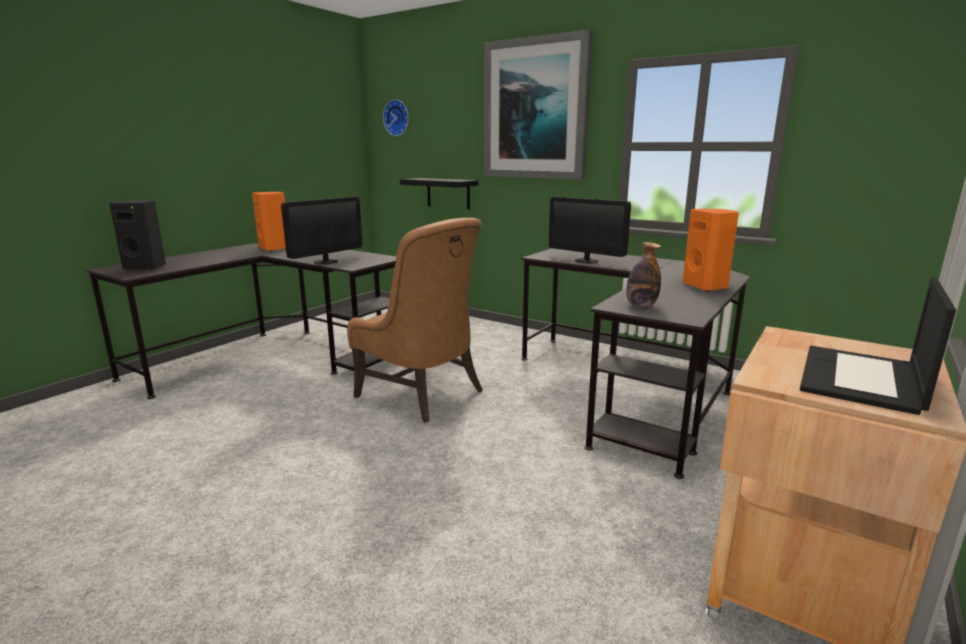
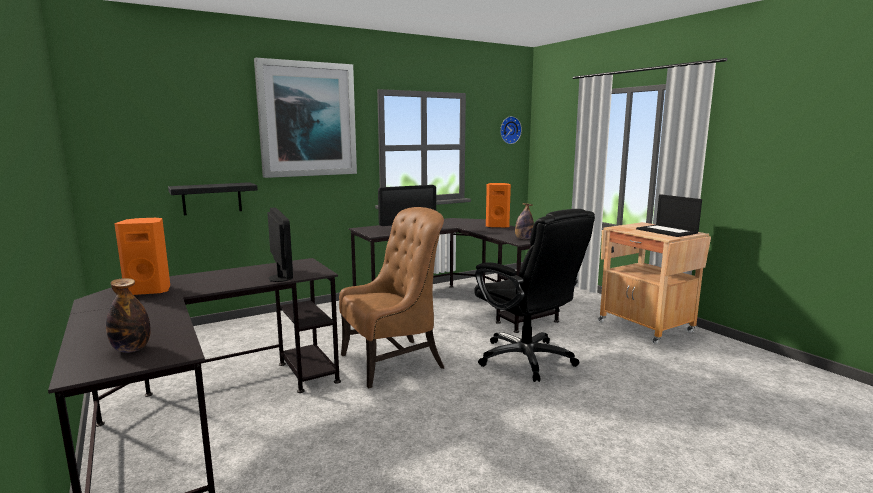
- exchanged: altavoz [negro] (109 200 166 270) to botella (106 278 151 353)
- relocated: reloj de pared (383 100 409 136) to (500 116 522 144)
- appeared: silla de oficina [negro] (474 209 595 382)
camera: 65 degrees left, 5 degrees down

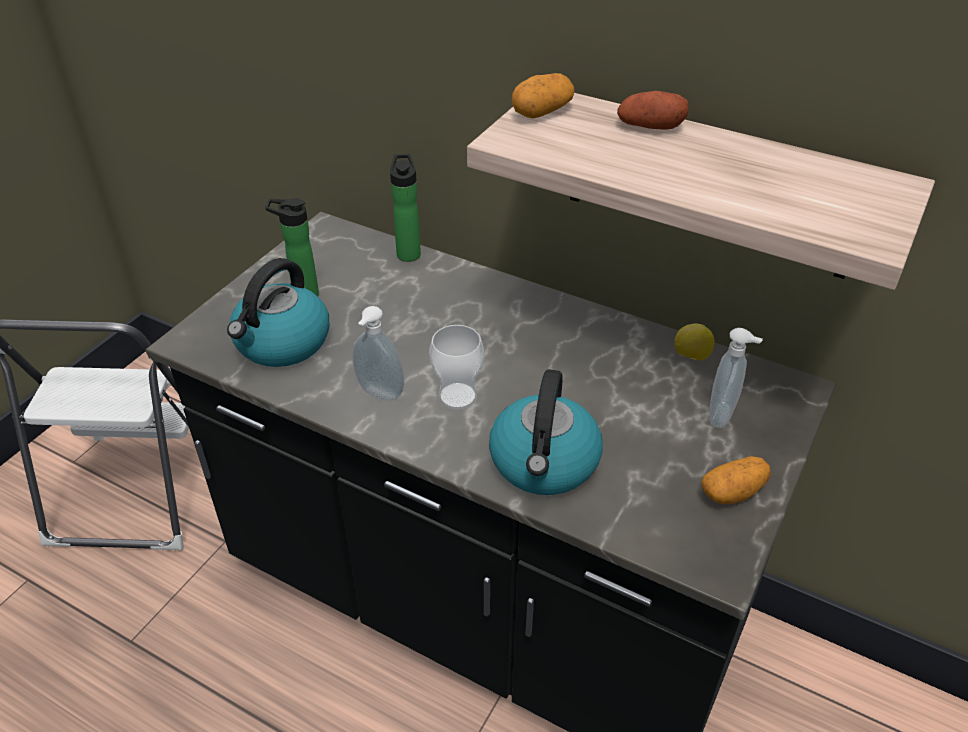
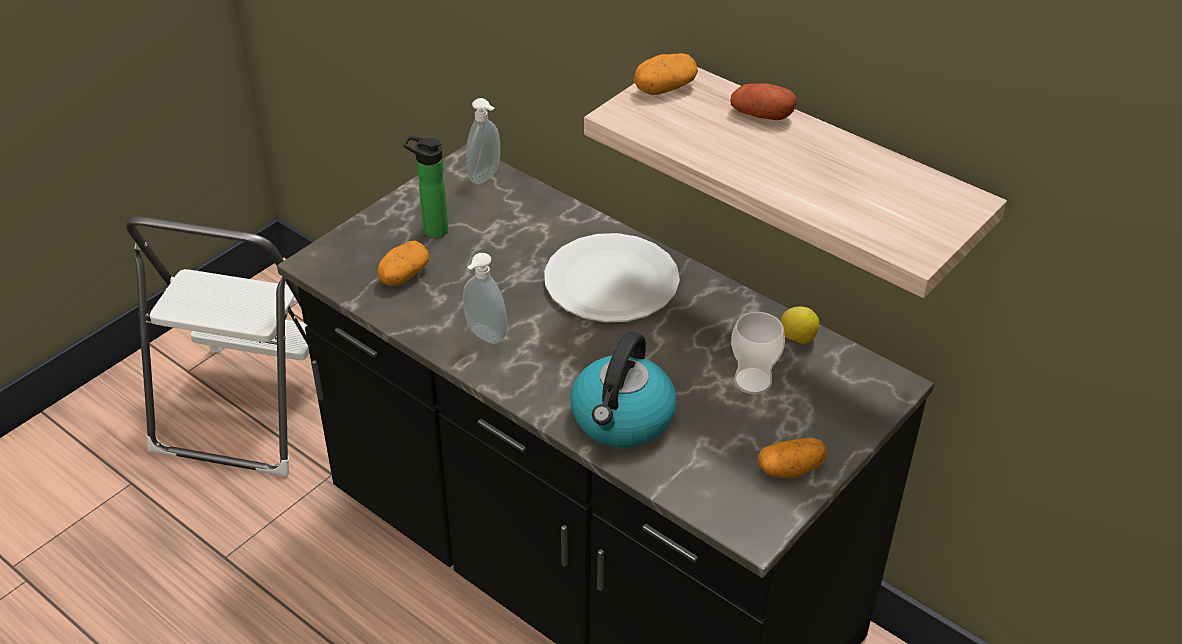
- exchanged: hervidor (227 258 329 367) to patata (377 241 429 286)
- missing: botella (390 154 421 262)
- relocated: taza (429 325 484 410) to (731 312 785 394)
- relocated: dispensador de jabón (709 328 763 428) to (466 98 500 184)
- appeared: plato [blanco] (544 233 680 322)
camera: 10 degrees right, 0 degrees up

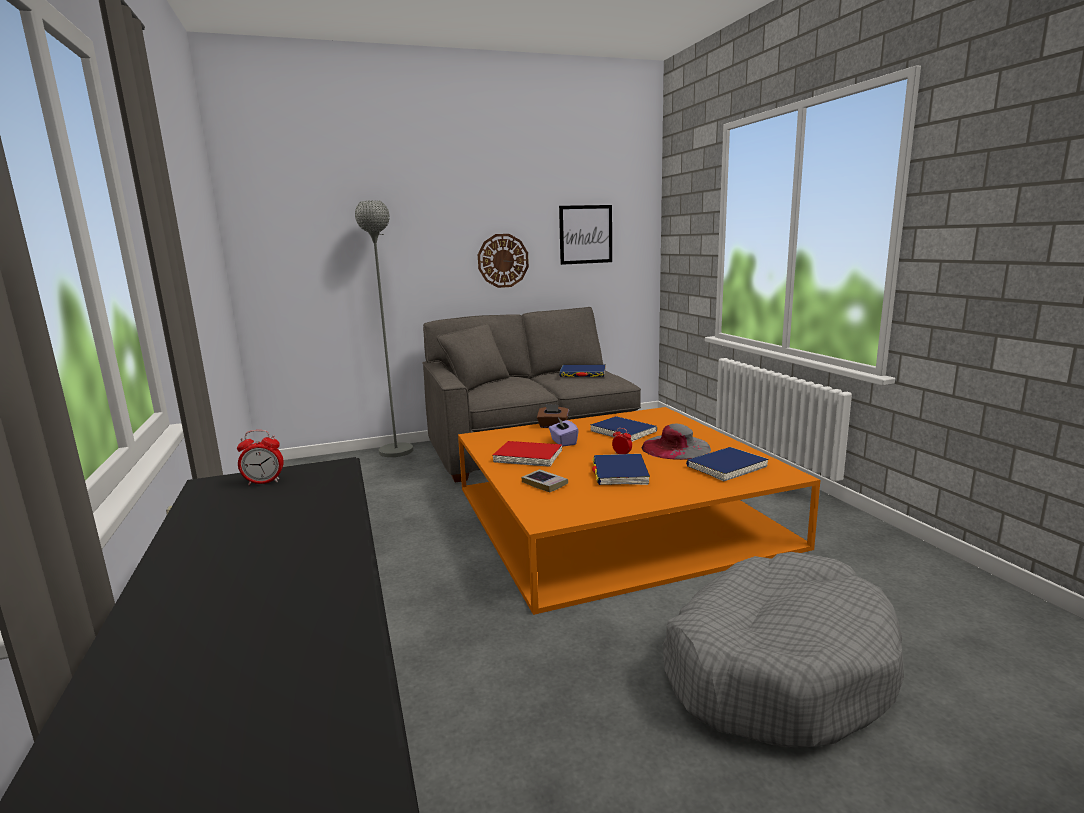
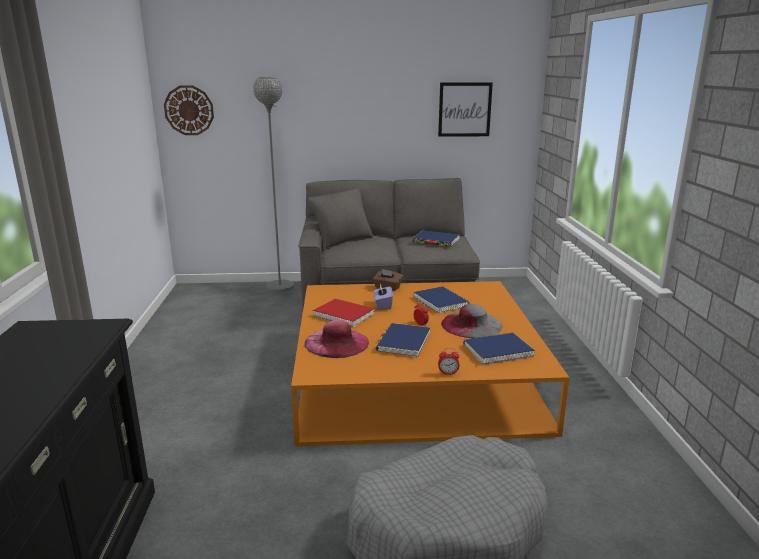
- relocated: despertador (237 430 284 485) to (438 348 459 375)
- relocated: reloj de pared (478 234 529 288) to (164 85 214 135)
- exchanged: libro (521 469 568 492) to sombrero [rosa] (304 320 369 358)
camera: 15 degrees right, 5 degrees up

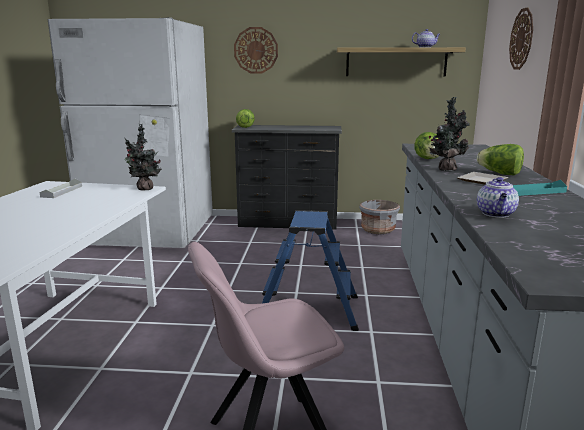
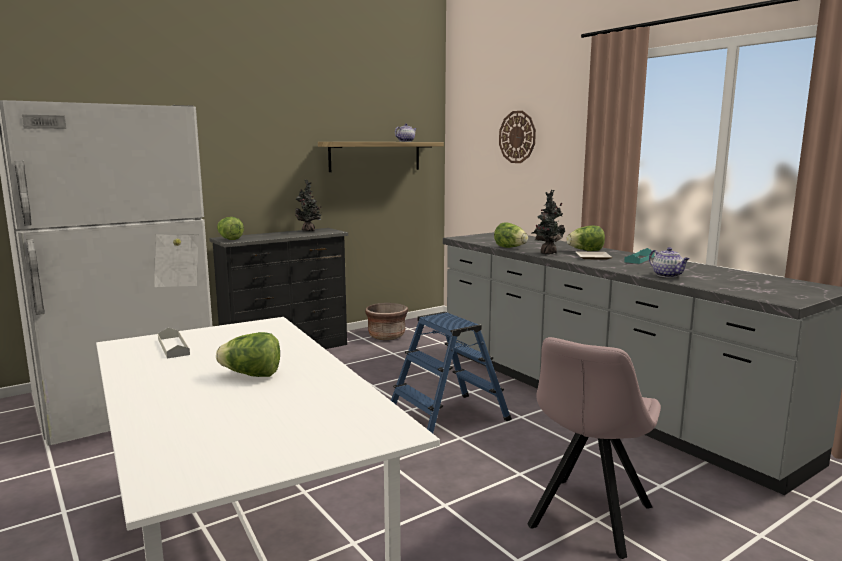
- relocated: planta en maceta (125 124 162 190) to (295 180 322 231)
- missing: reloj de pared (234 27 278 74)
- colour: maceta [gris] (359 200 400 234) to maceta [marrón] (365 303 408 340)
- appeared: lechuga (216 332 280 377)
camera: 40 degrees left, 5 degrees down

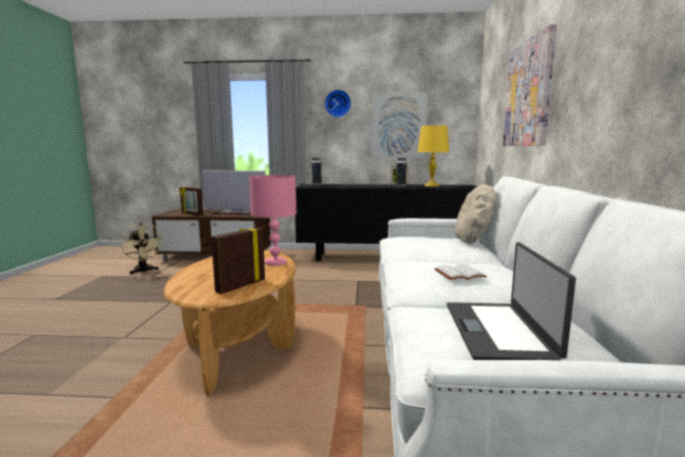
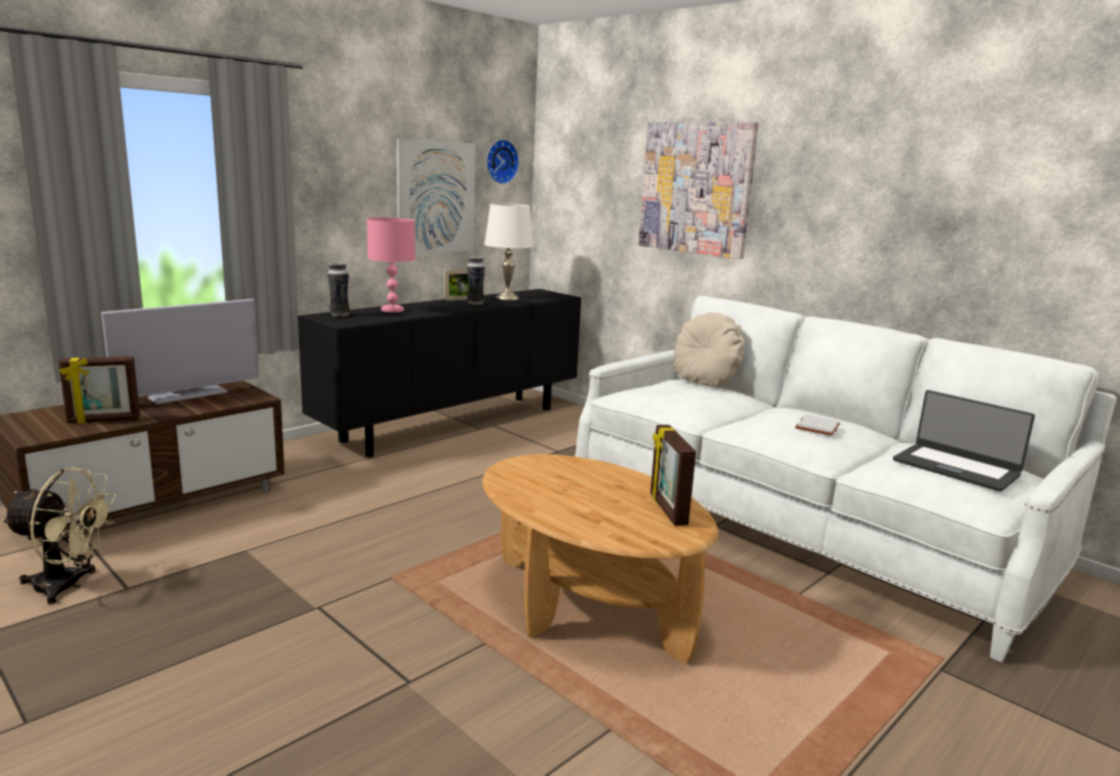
- relocated: lámpara de mesa [rosa] (249 175 297 266) to (367 218 415 312)
- relocated: reloj de pared (325 90 351 117) to (486 139 519 184)
- colour: lámpara de mesa [amarillo] (417 125 449 187) to lámpara de mesa [blanco] (484 203 533 300)
camera: 50 degrees left, 5 degrees up

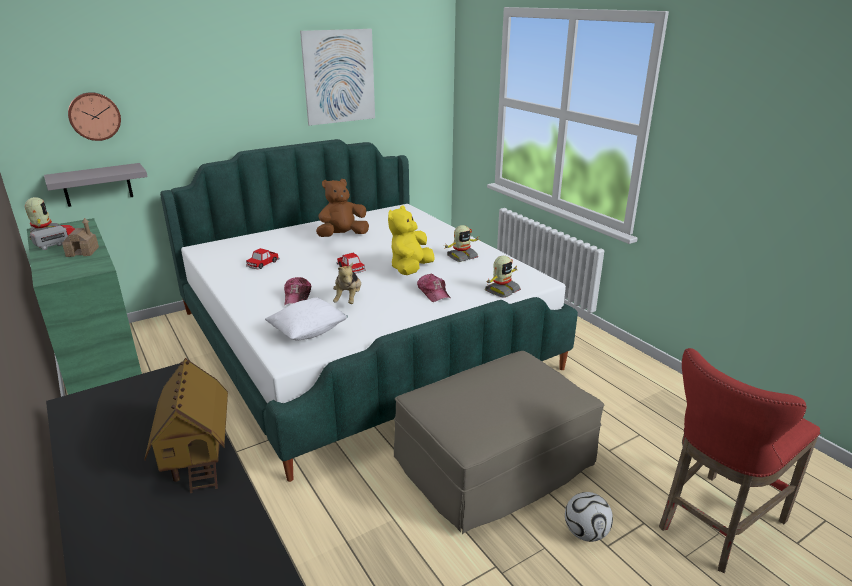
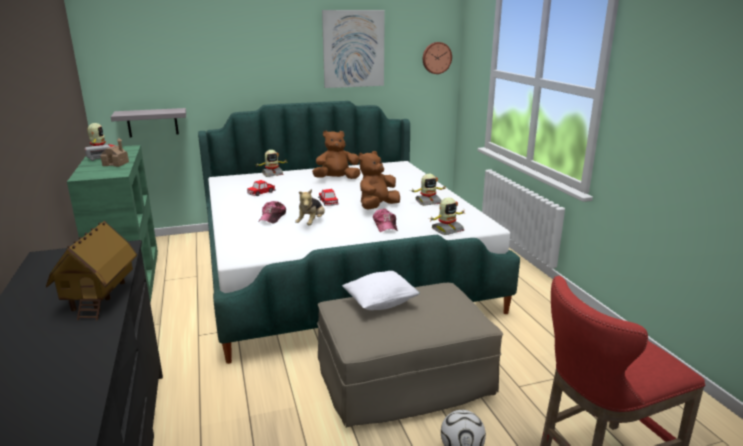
- relocated: reloj de pared (68 92 121 141) to (423 42 452 74)
- relocated: cojín [blanco] (265 297 348 340) to (342 271 420 310)
- colour: peluche [amarillo] (388 206 435 275) to peluche [marrón] (359 151 400 210)
- appeared: robot de juguete (256 150 287 177)
camera: 15 degrees right, 5 degrees down

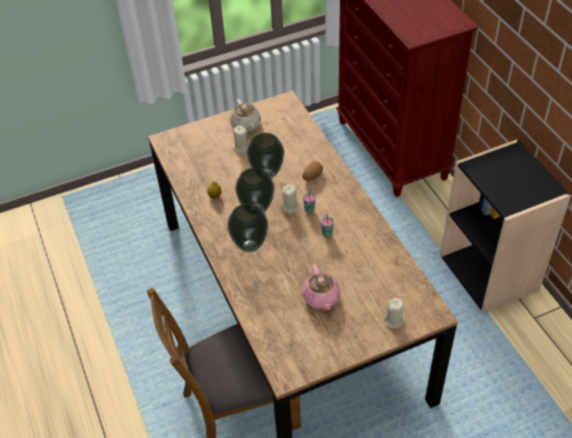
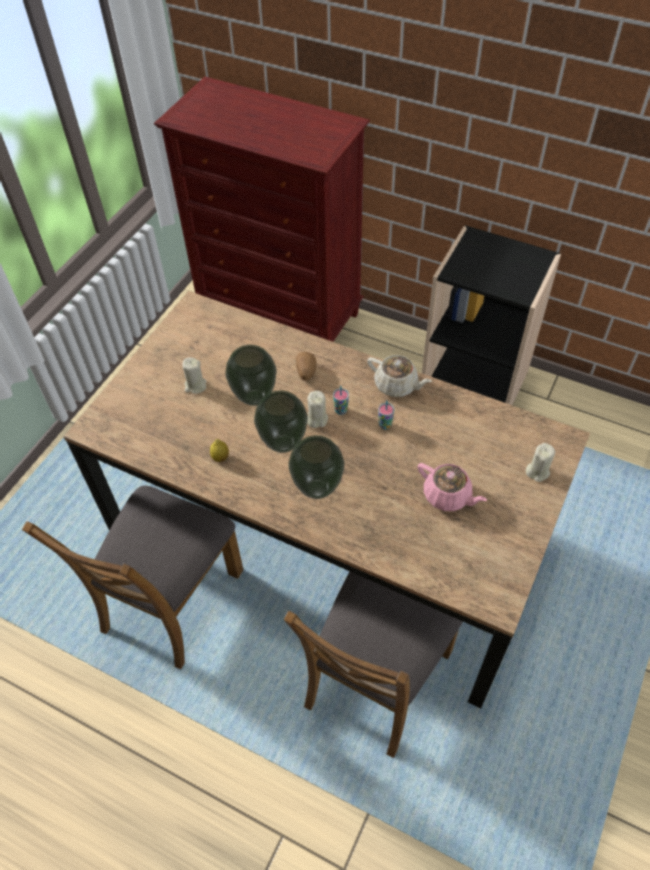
- relocated: tetera [beis] (230 99 261 132) to (367 355 432 397)
- appeared: silla [marrón] (22 486 243 669)
camera: 40 degrees left, 5 degrees up

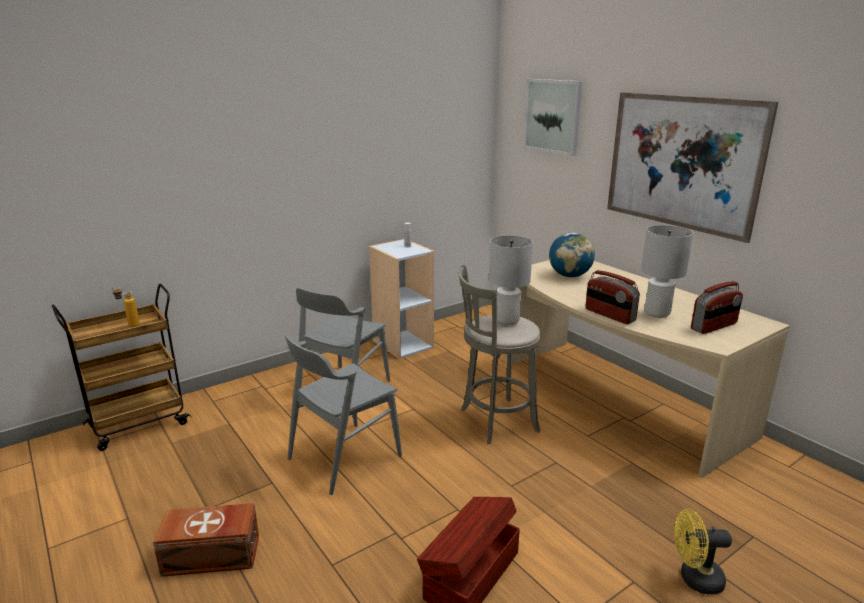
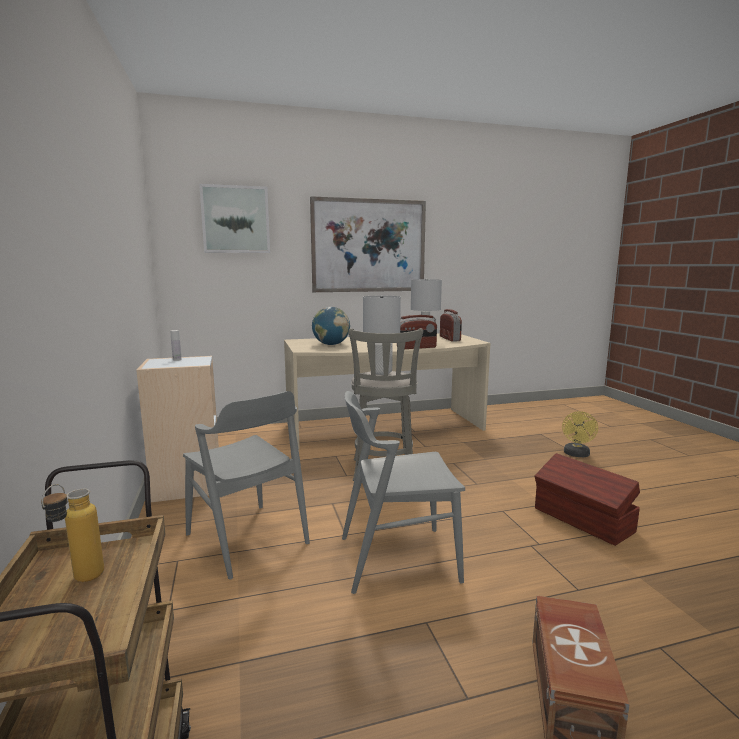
- spun: silla [gris] (285 336 402 495) = (342 391 465 594) 105 degrees clockwise
camera: 70 degrees left, 10 degrees down

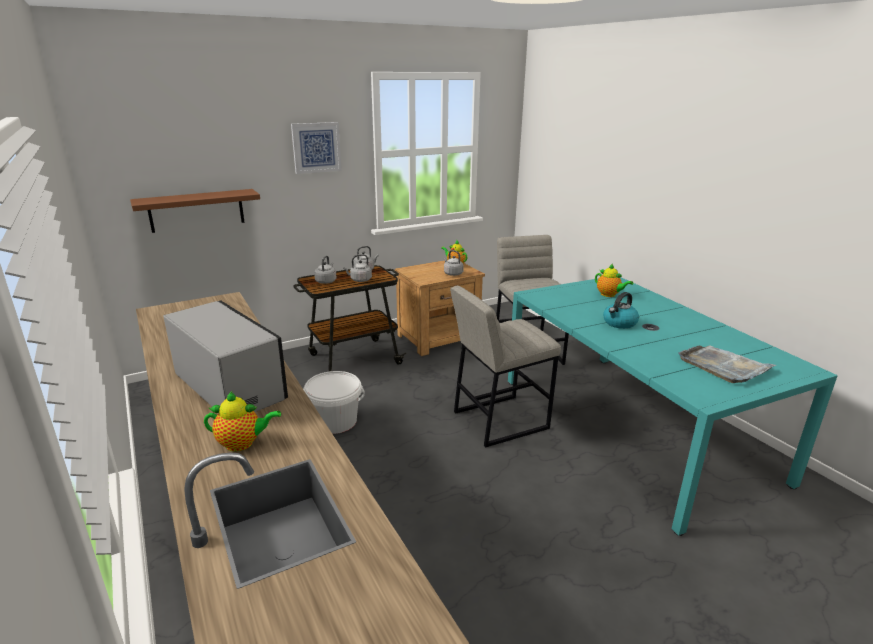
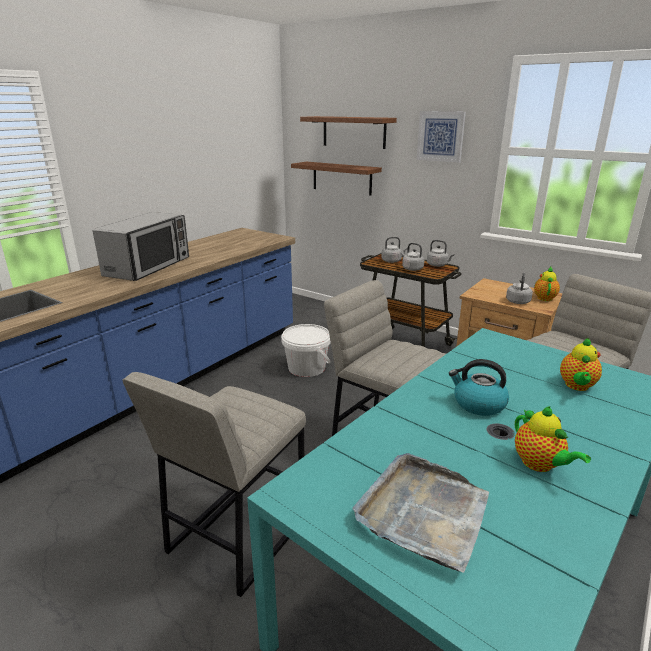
- relocated: tetera (204 392 281 452) to (515 406 591 472)
- appeared: silla [gris] (122 372 306 597)
- appeared: estante [marrón] (300 116 397 149)
camera: 65 degrees right, 0 degrees up

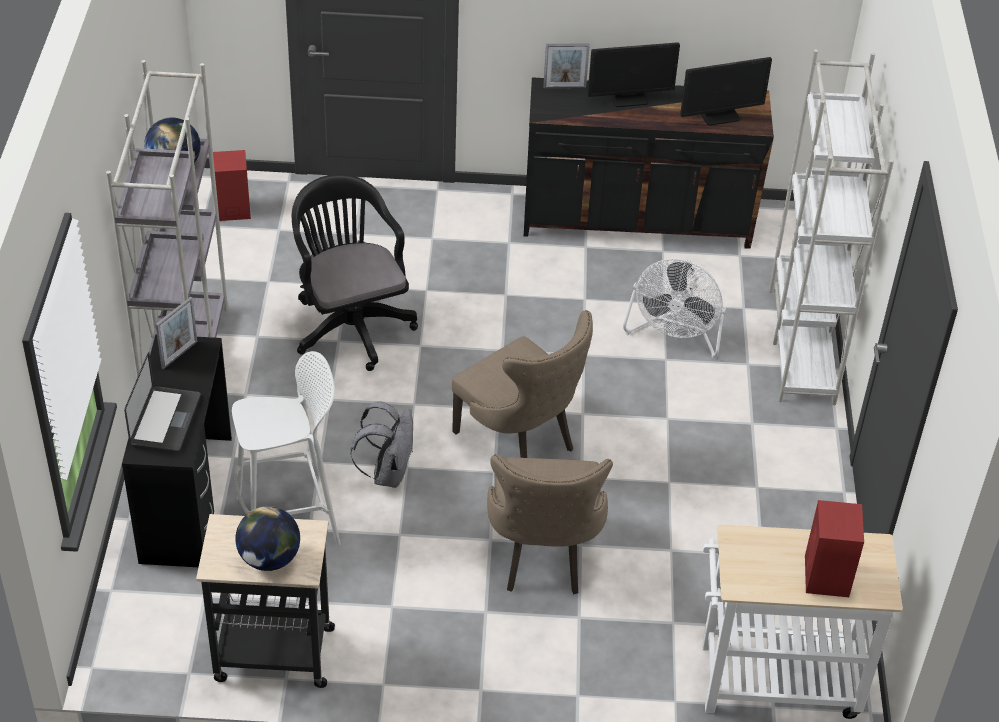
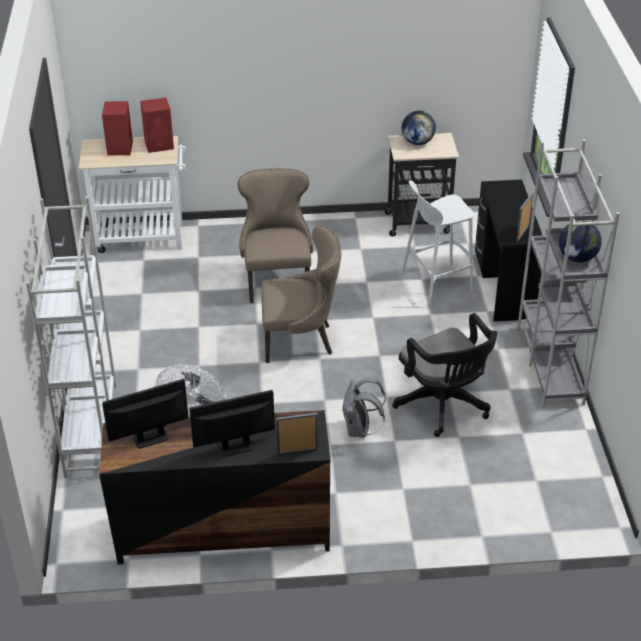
- missing: portátil (124 352 201 453)
- relocated: altavoz [rojo] (213 150 251 221) to (140 97 174 153)
- relocated: mochila [gris] (351 401 413 488) to (342 378 386 438)
- spun: silla [beis] (452 310 593 458) = (261 225 341 363) 135 degrees clockwise
camera: 175 degrees right, 5 degrees down

